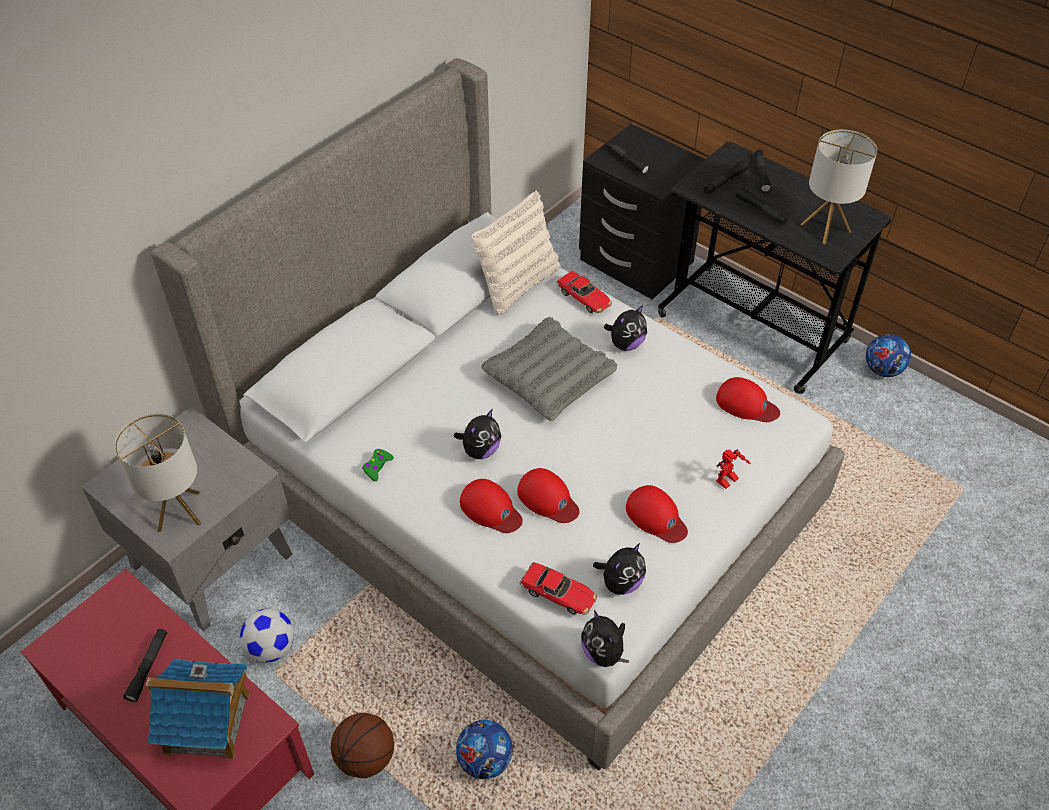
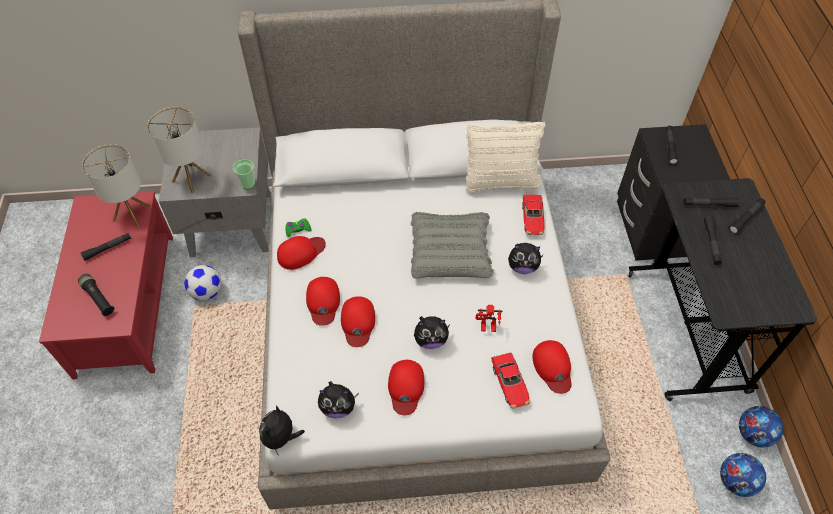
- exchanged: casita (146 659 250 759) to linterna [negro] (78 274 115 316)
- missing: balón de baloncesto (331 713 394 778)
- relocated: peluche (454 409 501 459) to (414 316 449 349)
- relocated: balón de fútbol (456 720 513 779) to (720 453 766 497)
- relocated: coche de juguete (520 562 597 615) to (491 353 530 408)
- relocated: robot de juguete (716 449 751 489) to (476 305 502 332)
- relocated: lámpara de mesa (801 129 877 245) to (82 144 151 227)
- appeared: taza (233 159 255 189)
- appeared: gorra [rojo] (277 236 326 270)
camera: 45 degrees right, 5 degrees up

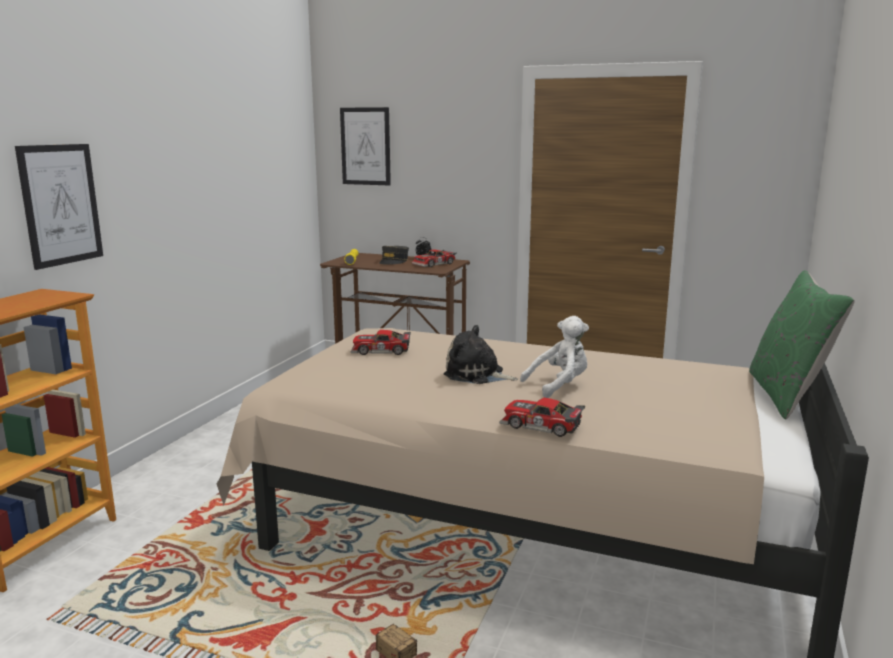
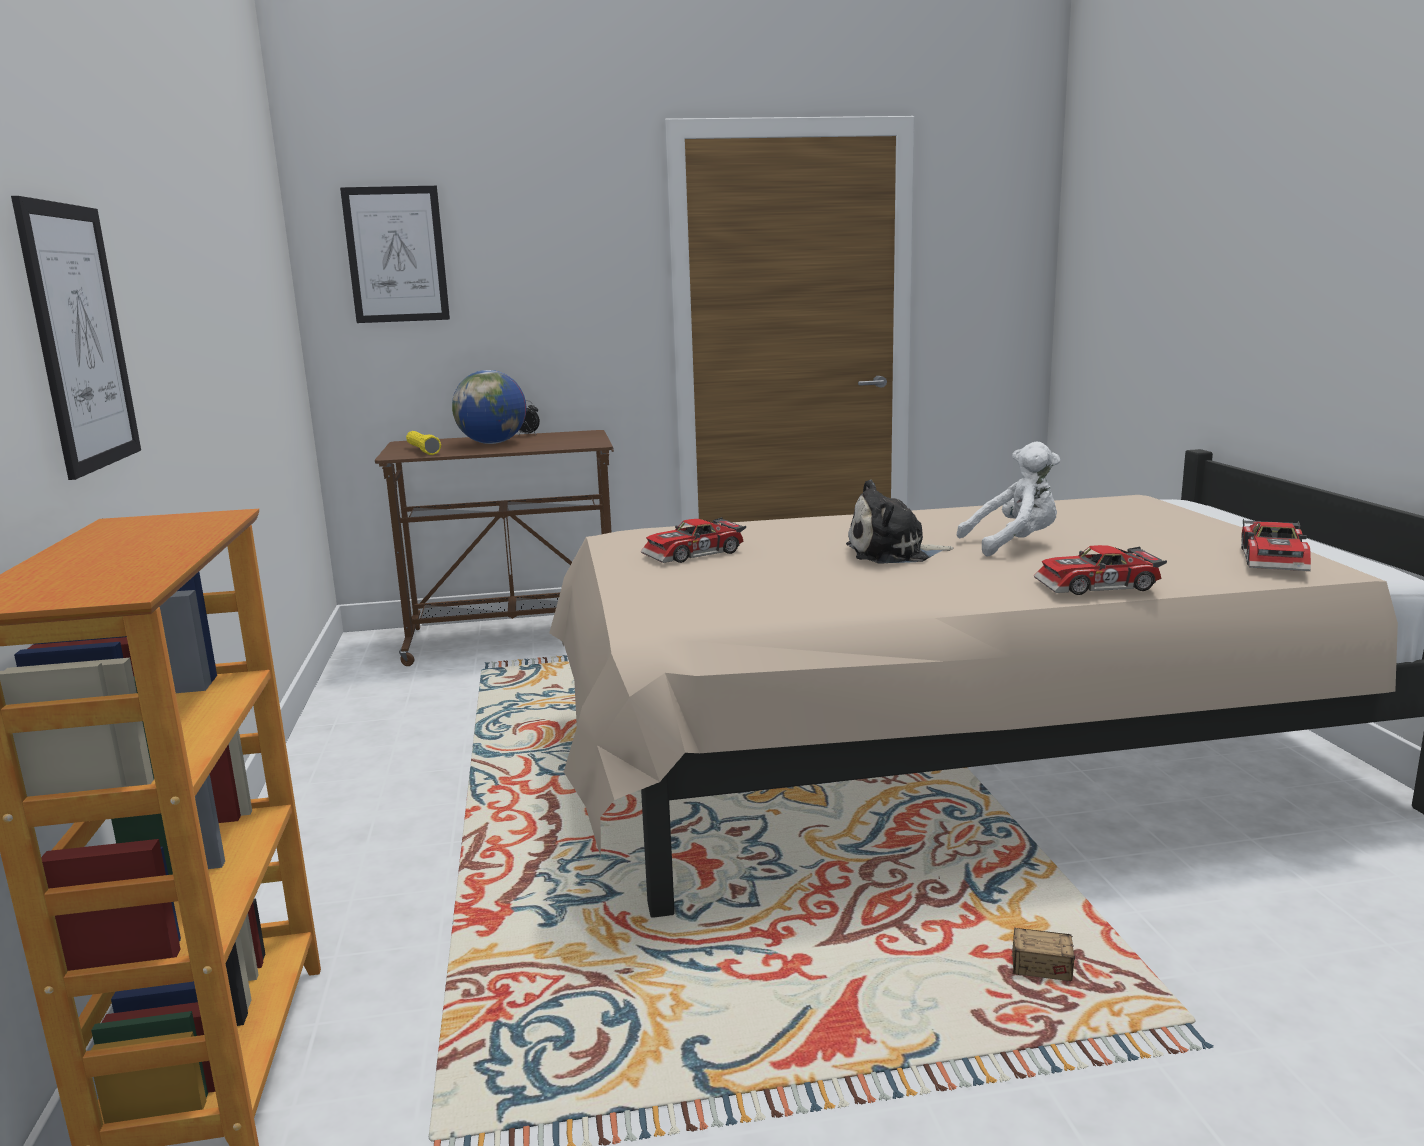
- exchanged: gorra [gris] (379 246 409 265) to globo terráqueo (452 370 526 444)
- relocated: coche de juguete (412 250 457 267) to (1241 519 1311 571)
- spun: peluche [blanco] (520 316 589 398) = (957 442 1060 557) 45 degrees clockwise
- missing: cojín [verde] (749 270 855 419)
camera: 30 degrees left, 0 degrees up

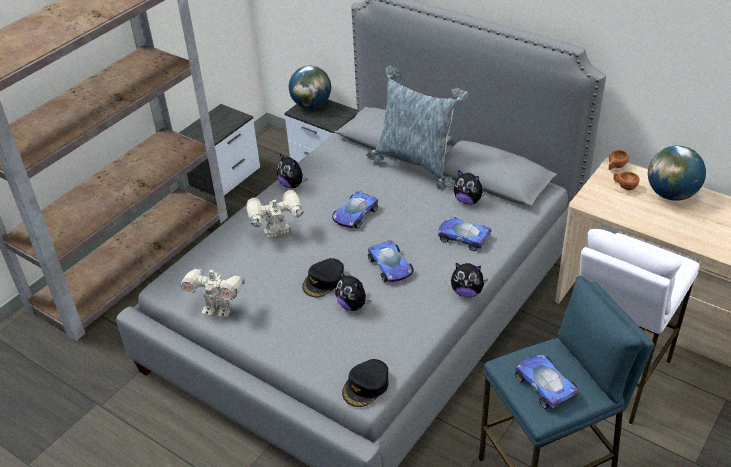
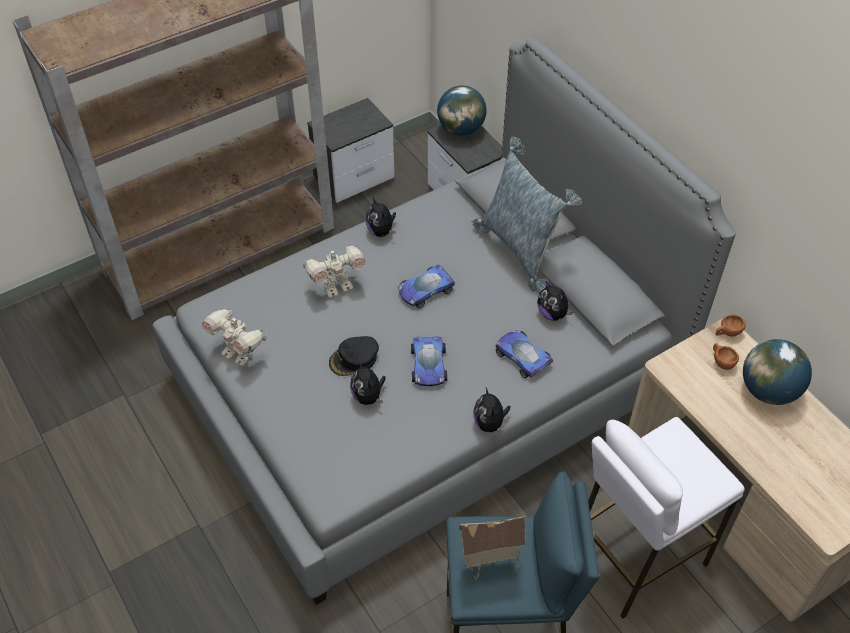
- spun: robot de juguete (246 190 304 239) = (303 244 365 297) 150 degrees clockwise
- missing: gorra [negro] (342 359 389 407)
- spun: peluche (451 263 488 298) = (473 388 510 433) 45 degrees clockwise
- exchanged: coche de juguete (515 355 579 409) to casita (459 516 526 580)
camera: 20 degrees right, 10 degrees up

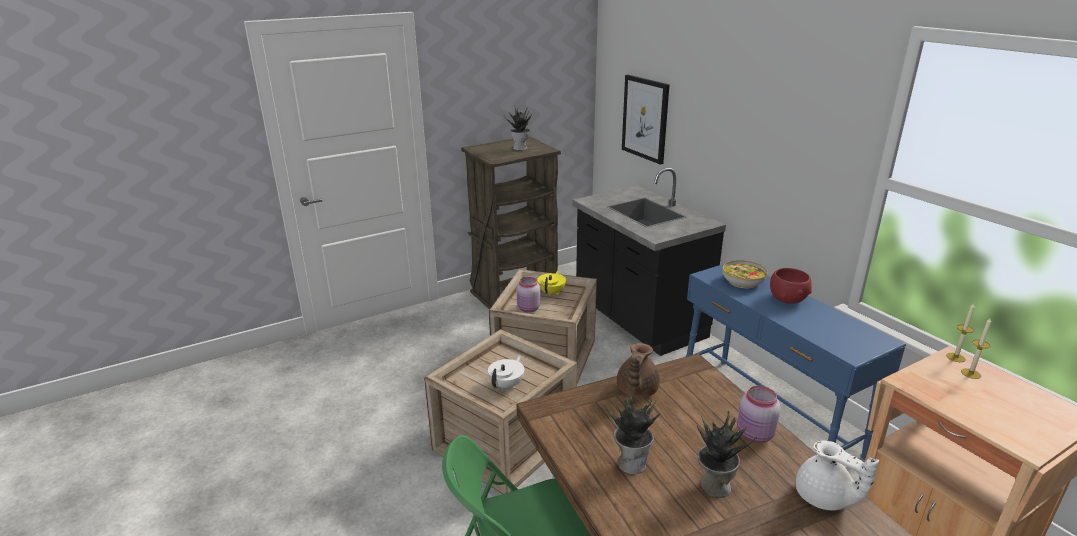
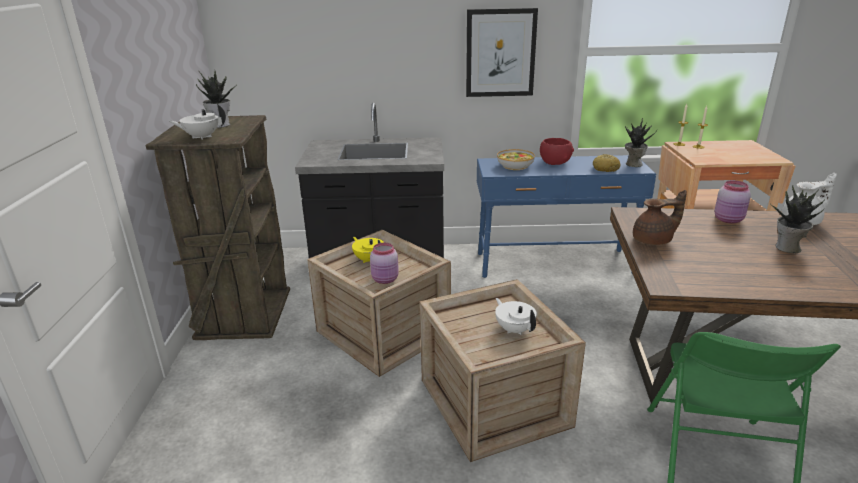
- relocated: planta en maceta (604 395 660 474) to (625 118 657 167)
- spun: tetera [marrón] (617 343 660 398) = (633 190 687 245) 60 degrees counterclockwise
- relocated: cuadro (622 75 670 165) to (466 8 538 97)
- appeared: tetera [blanco] (169 104 226 140)
- appeared: pan (593 154 620 172)
camera: 60 degrees left, 0 degrees up

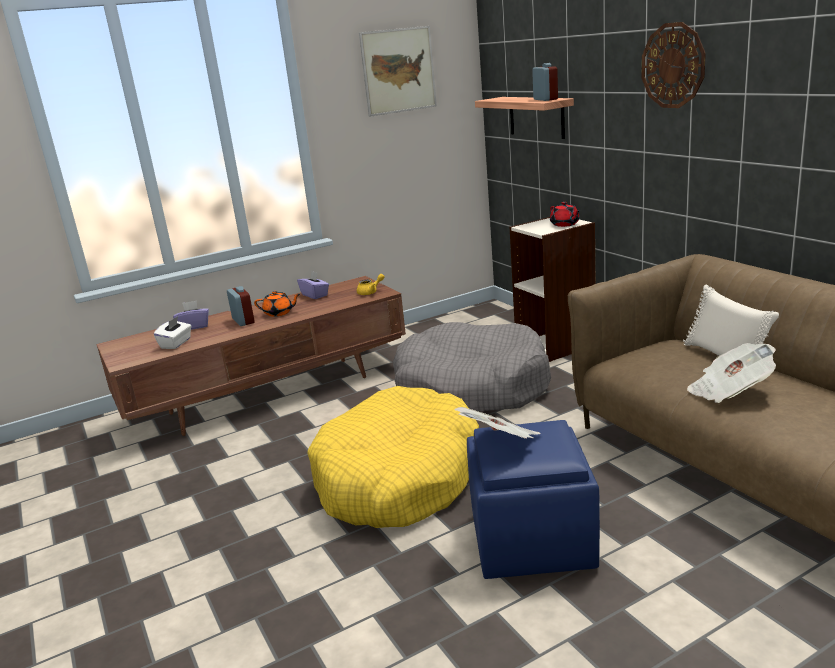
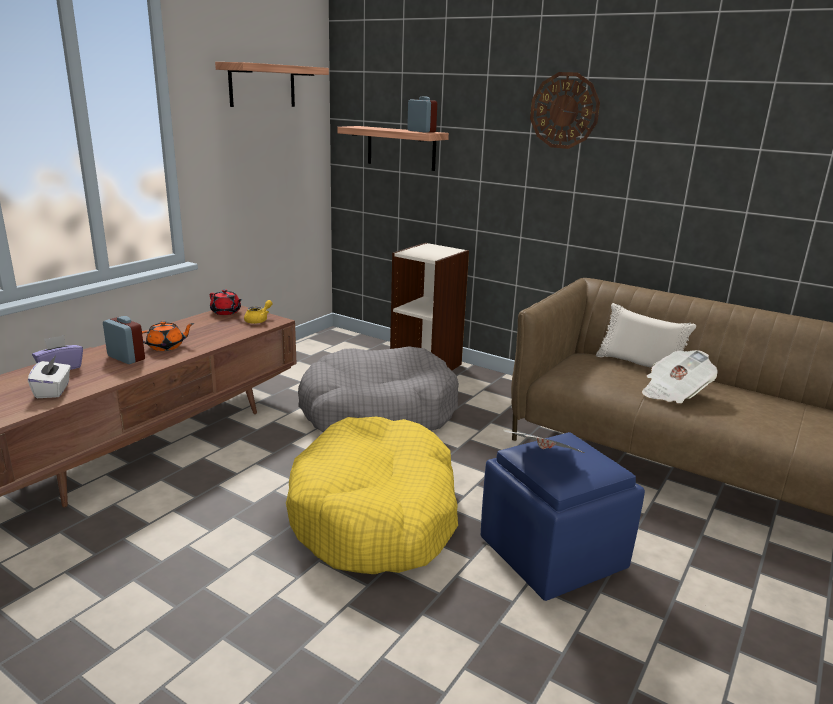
- missing: caja de pañuelos [morado] (297 271 329 299)
- exchanged: cuadro (359 26 437 117) to estante (215 62 329 107)
- relocated: tetera [rojo] (550 202 581 227) to (210 289 242 315)
camera: 30 degrees left, 0 degrees up

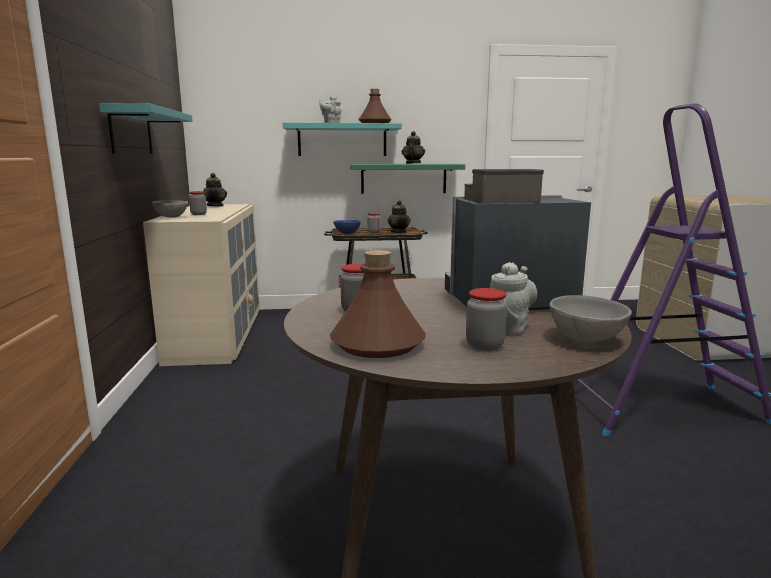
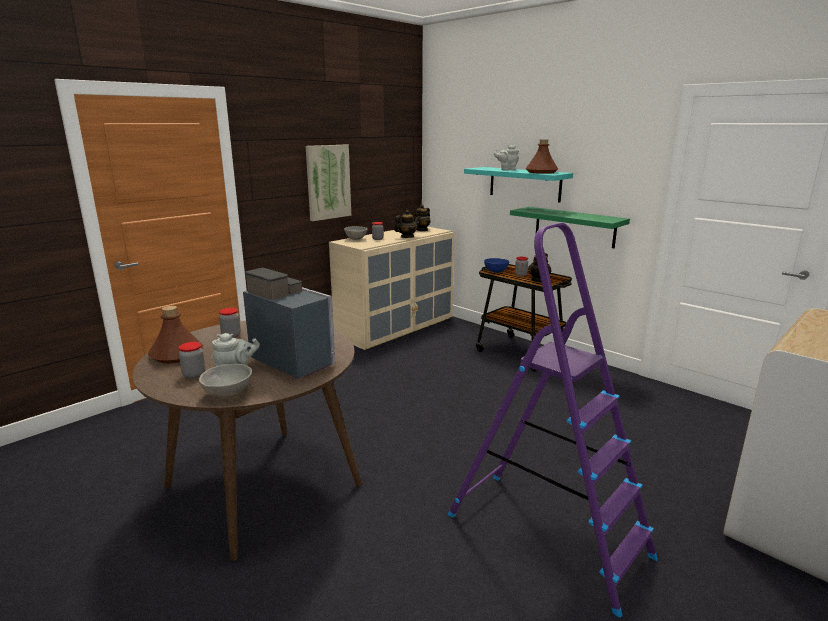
- exchanged: estante [turquesa] (99 103 193 154) to cuadro (306 145 351 221)
- relocated: tetera (402 131 425 164) to (394 210 420 238)
camera: 50 degrees right, 5 degrees up

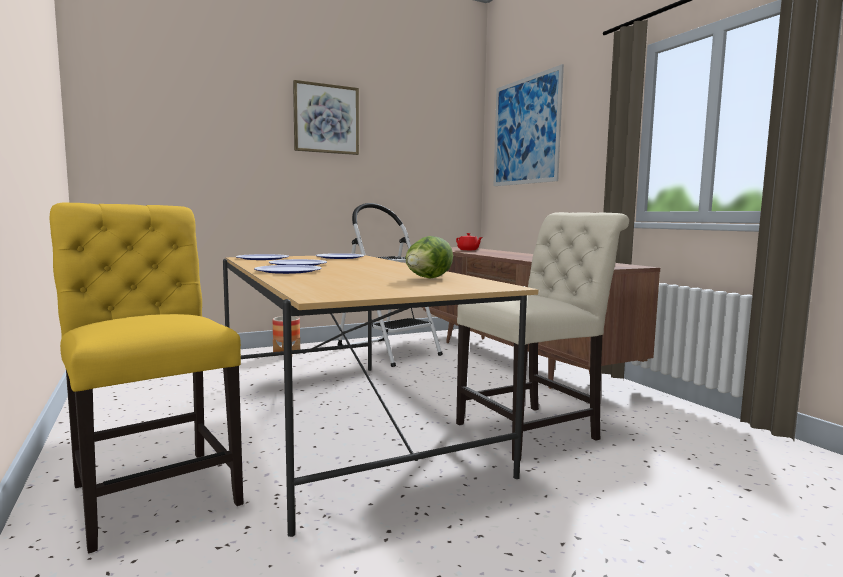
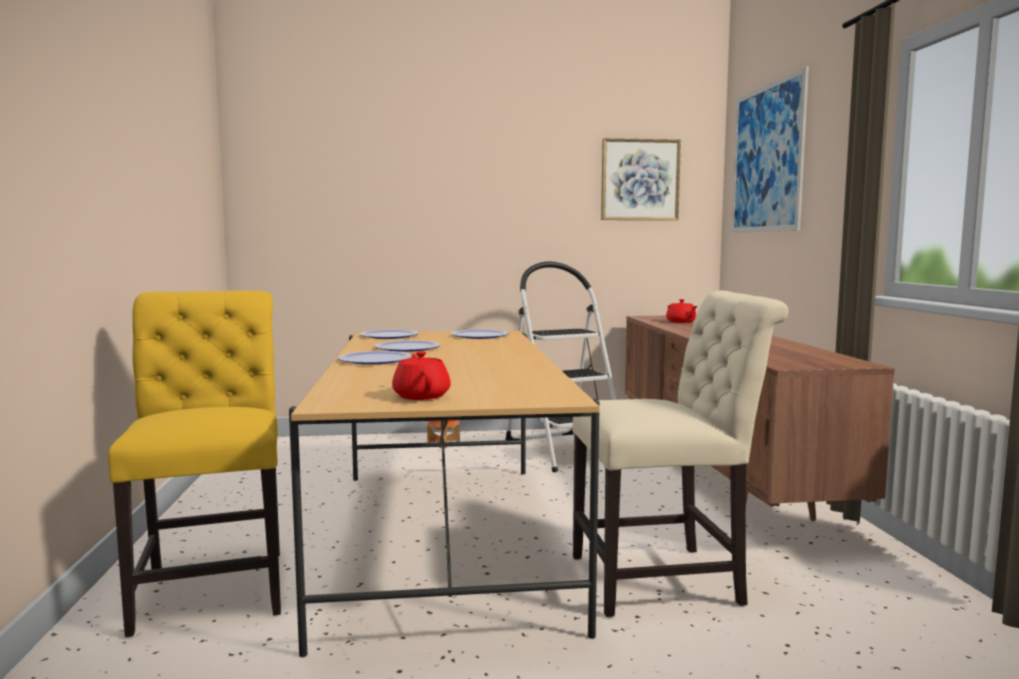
- relocated: cuadro (293 80 359 155) to (601 138 681 220)
- missing: lechuga (405 236 453 279)
- appeared: tetera [rojo] (392 351 451 400)
camera: 20 degrees right, 0 degrees up

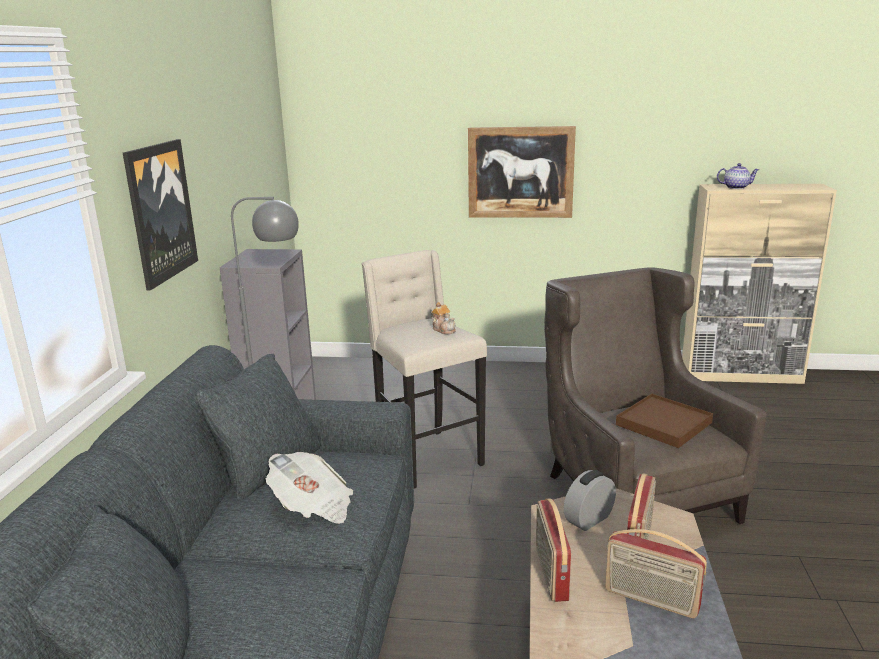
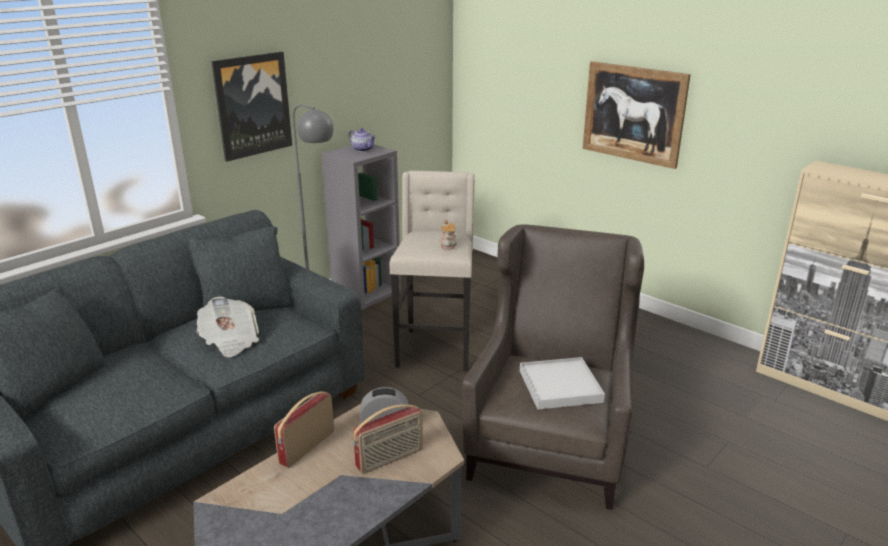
- missing: radio (605 529 707 619)
- colour: bandeja [marrón] (616 394 713 448) to bandeja [blanco] (520 357 605 409)
- relocated: tetera (717 163 759 189) to (349 128 376 152)
camera: 35 degrees right, 5 degrees up

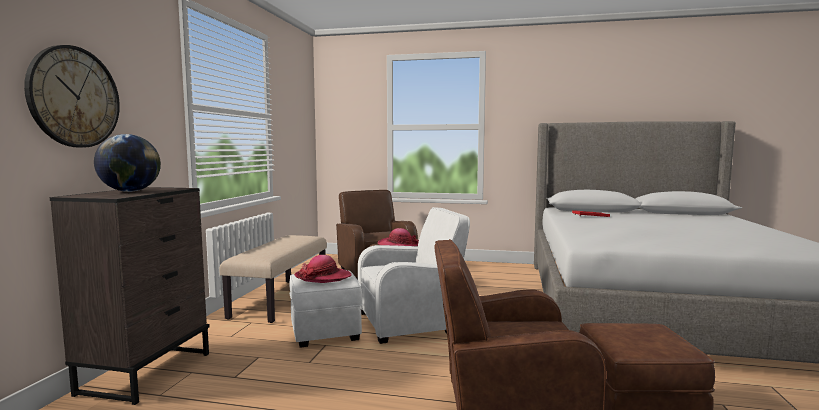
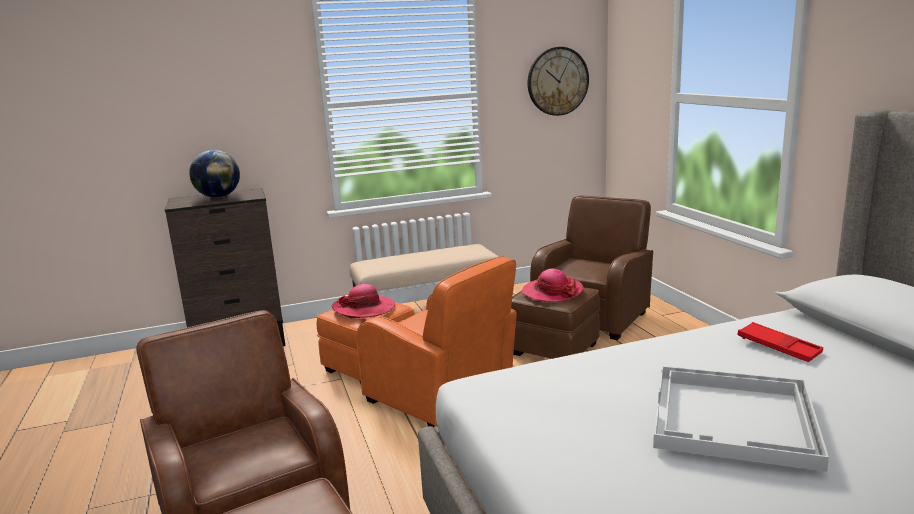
- relocated: reloj de pared (24 45 120 148) to (528 47 589 116)
- colour: sillón [blanco] (290 207 470 348) to sillón [naranja] (316 256 517 428)
- appeared: bandeja [blanco] (653 366 829 472)
camera: 60 degrees right, 10 degrees up

